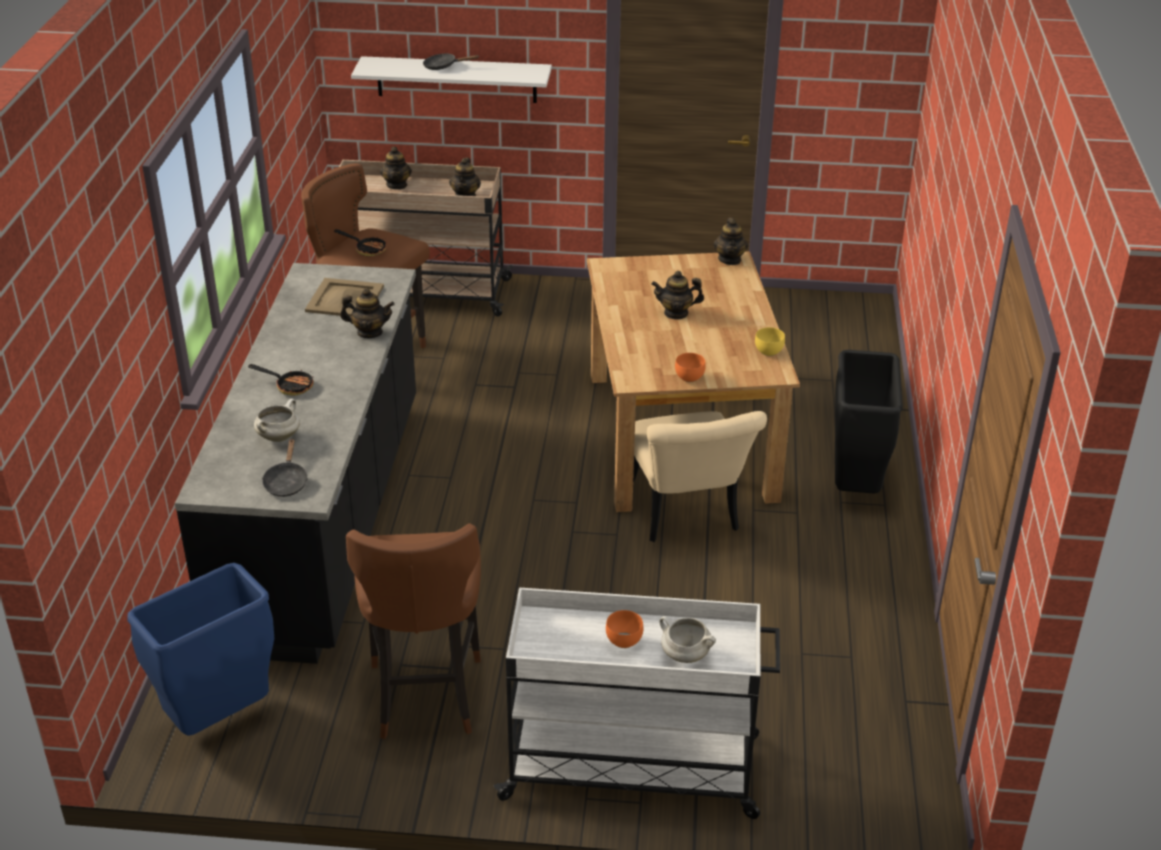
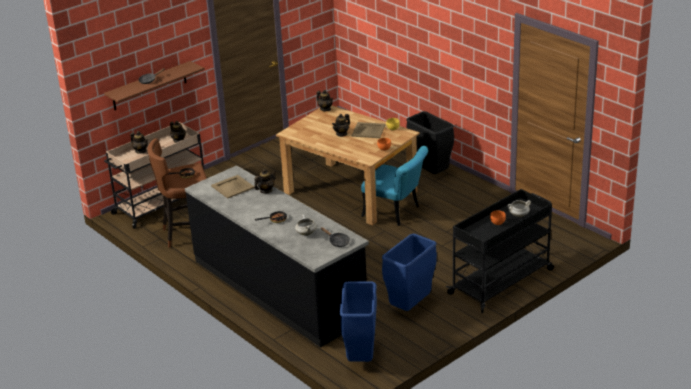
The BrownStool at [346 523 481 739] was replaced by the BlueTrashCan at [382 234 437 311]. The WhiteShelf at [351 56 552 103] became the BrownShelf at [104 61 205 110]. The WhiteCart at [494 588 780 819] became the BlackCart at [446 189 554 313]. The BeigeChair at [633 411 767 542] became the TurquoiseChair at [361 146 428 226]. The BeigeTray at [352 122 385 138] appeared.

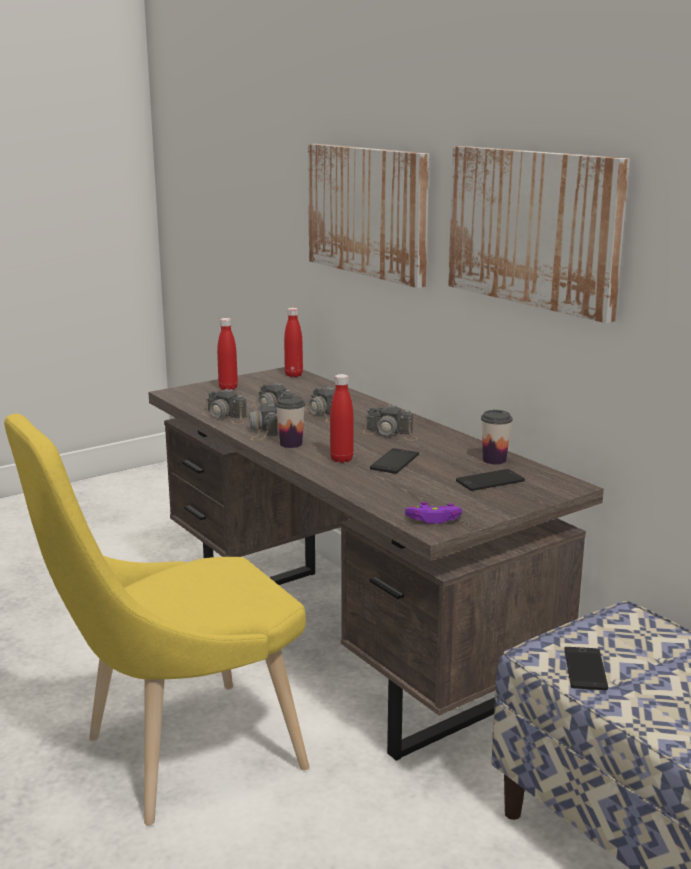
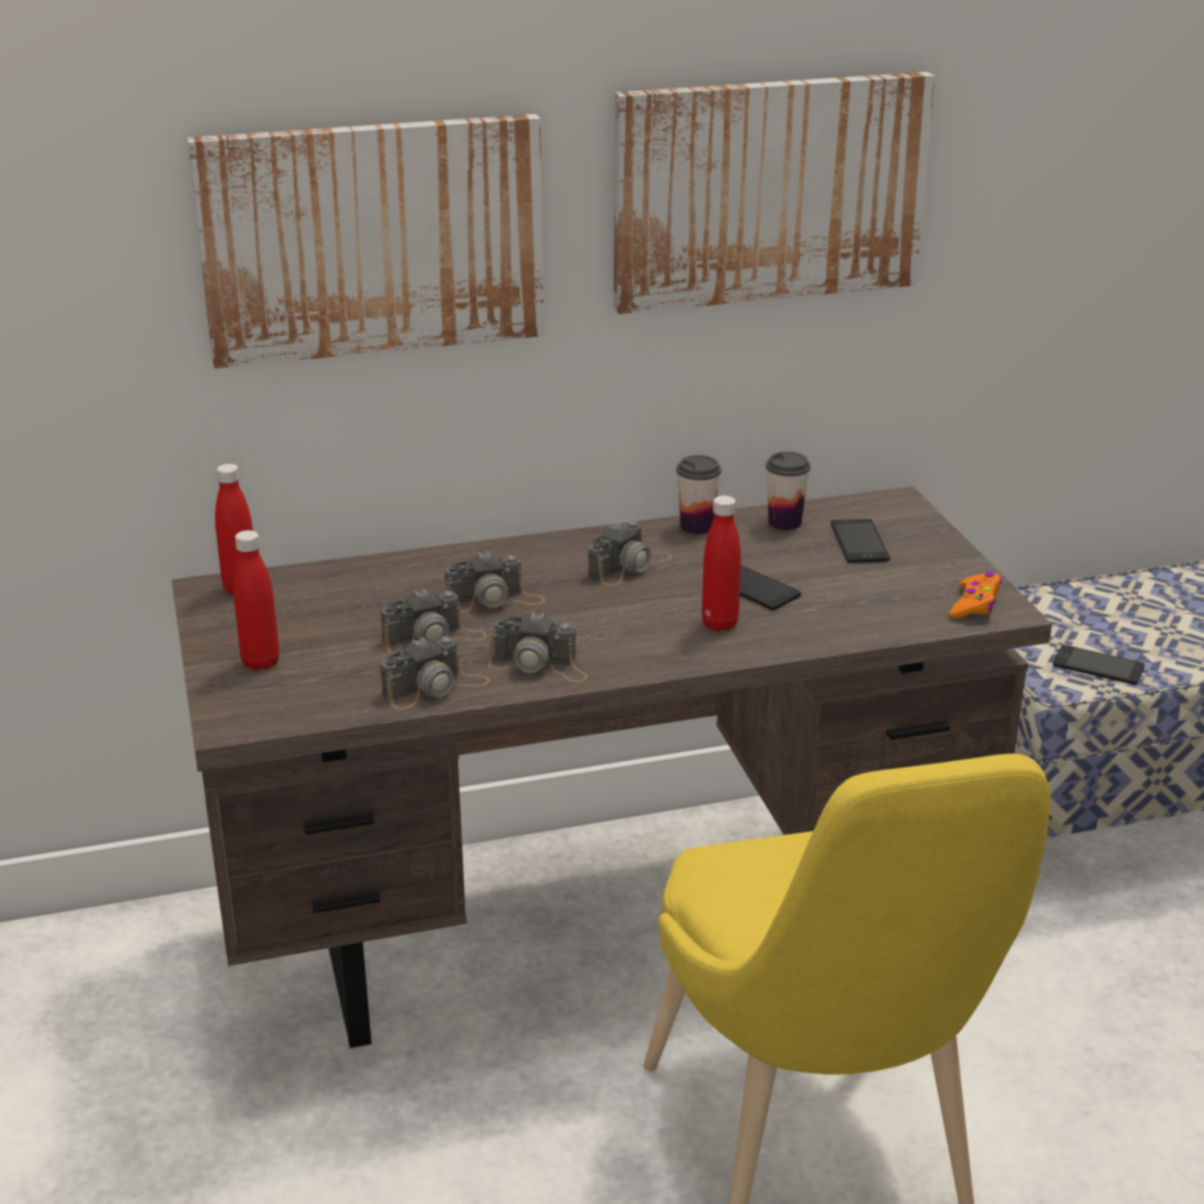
The Cup moved from [275 396 305 448] to [676 455 721 534]. The PurpleGameController at [405 502 462 524] became the OrangeGameController at [949 572 1002 619].

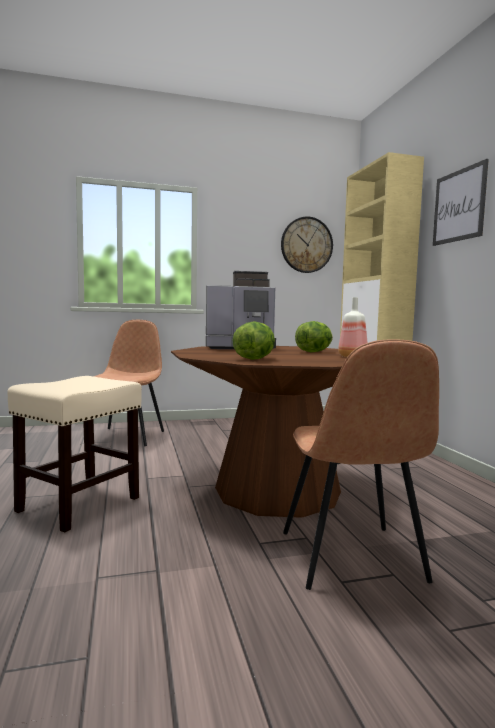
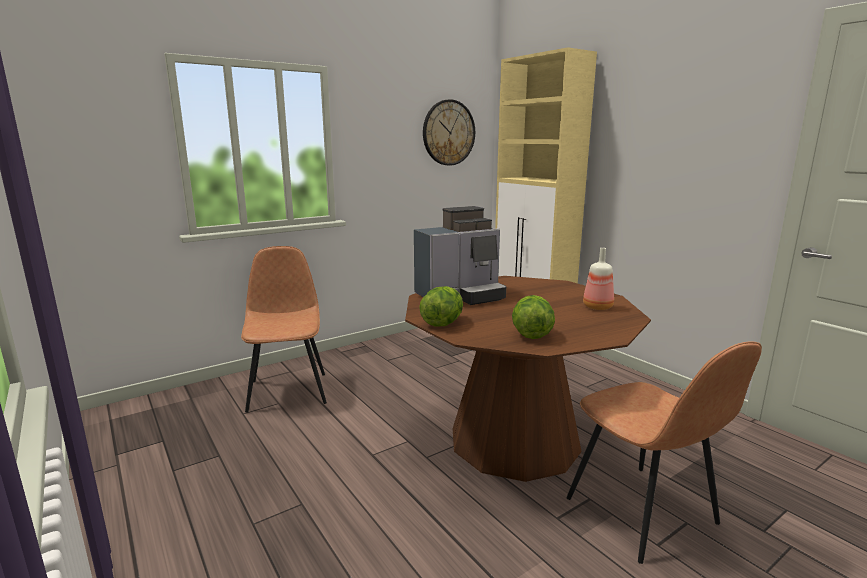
The BeigeStool at [7 376 142 533] disappeared. The Lettuce moved from [295 321 333 352] to [419 286 463 327]. The Picture at [433 159 489 246] disappeared.

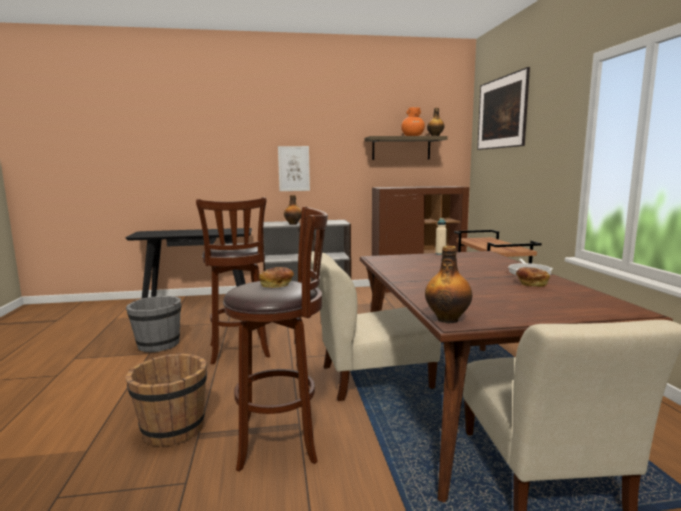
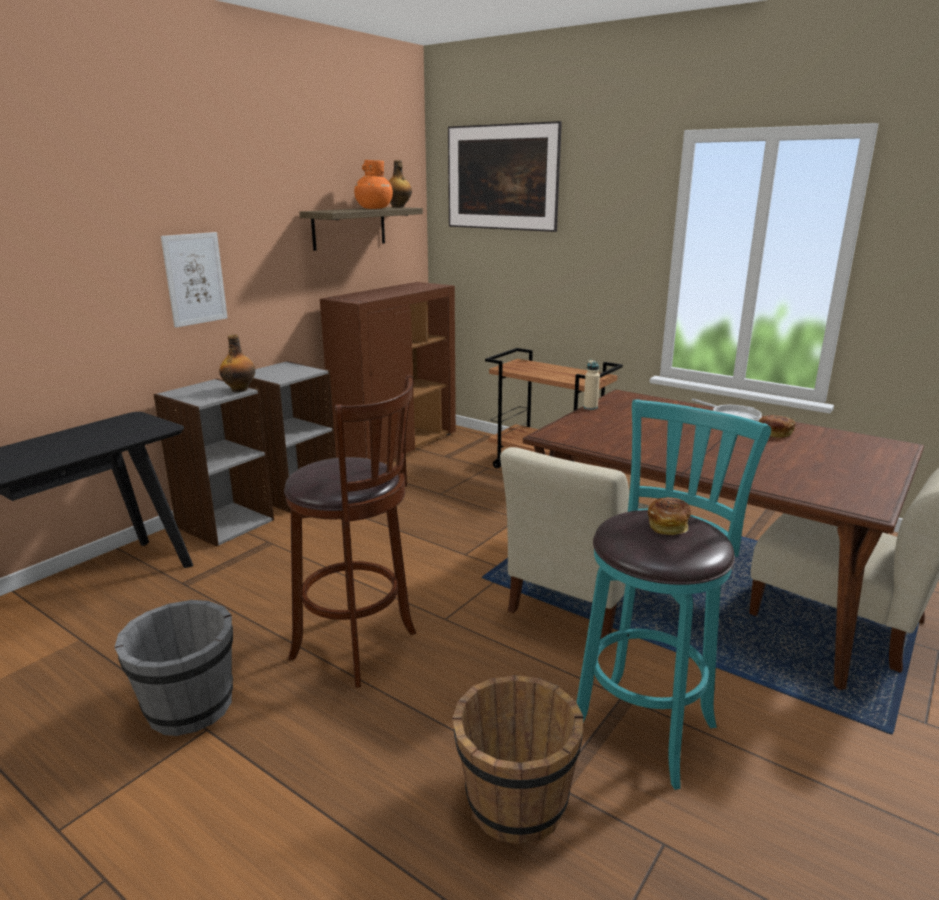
The BrownStool at [223 207 328 472] became the TurquoiseStool at [576 399 771 790]. The Bottle at [425 246 472 323] disappeared.

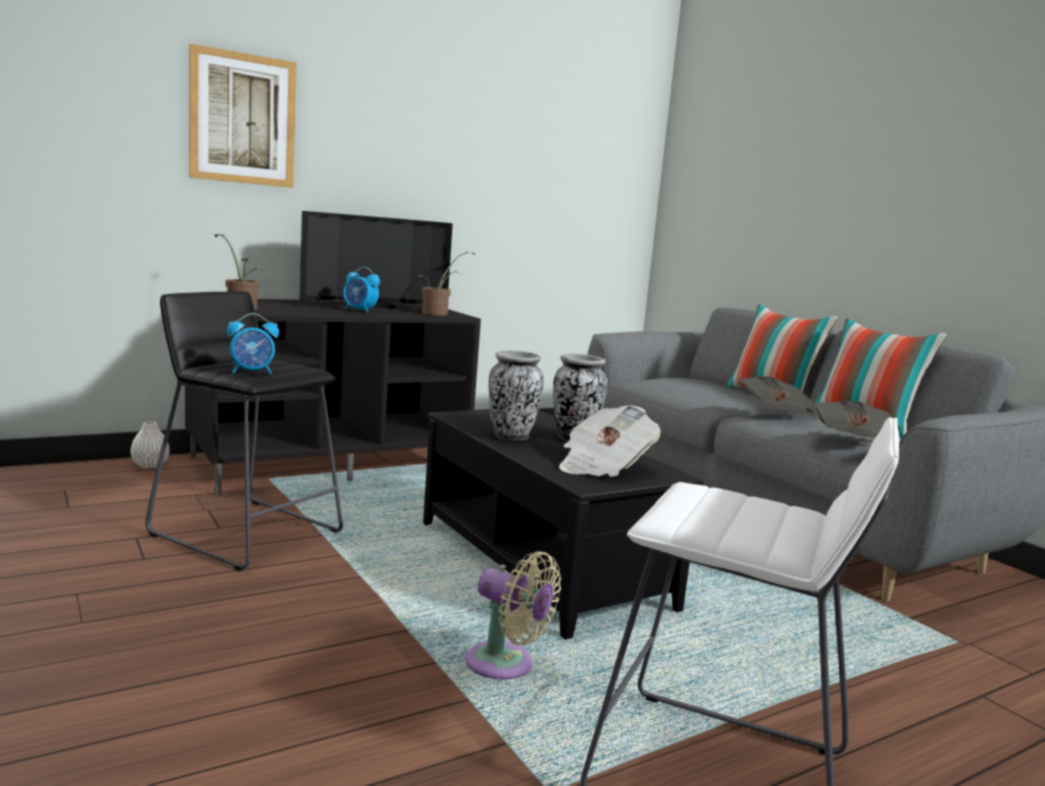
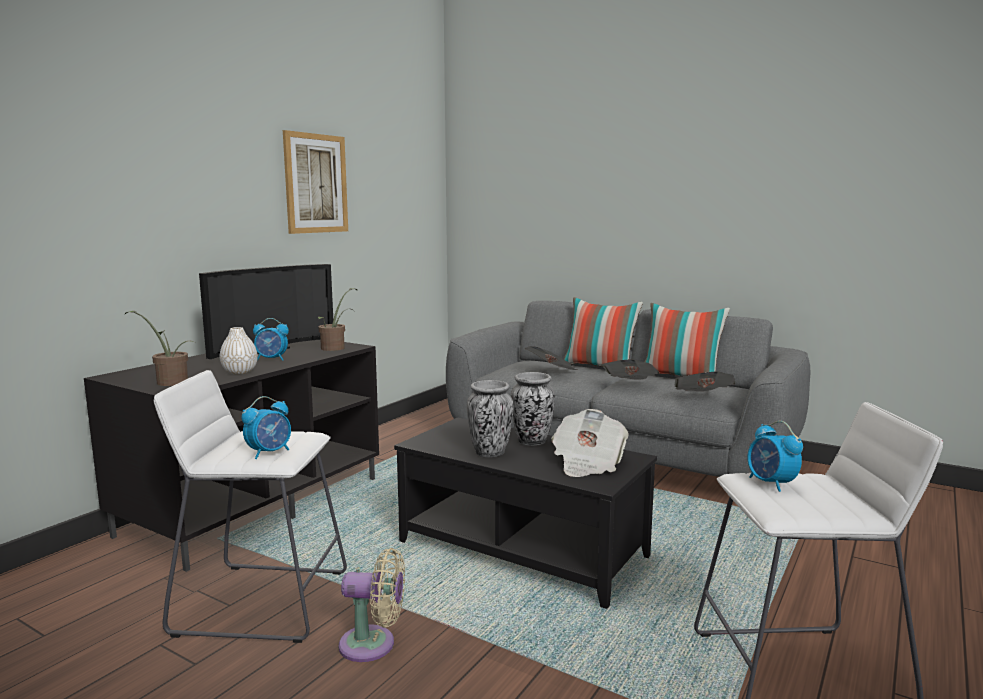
The WhiteVase moved from [131 422 170 469] to [219 327 258 374]. The BlackStool at [146 291 343 571] became the WhiteStool at [154 370 347 643]. The Picture moved from [189 44 297 188] to [283 130 348 234]. The BeigeFan moved from [465 551 561 680] to [339 548 405 662]. The Newspaper at [524 346 577 370] appeared. The AlarmClock at [747 421 803 492] appeared.

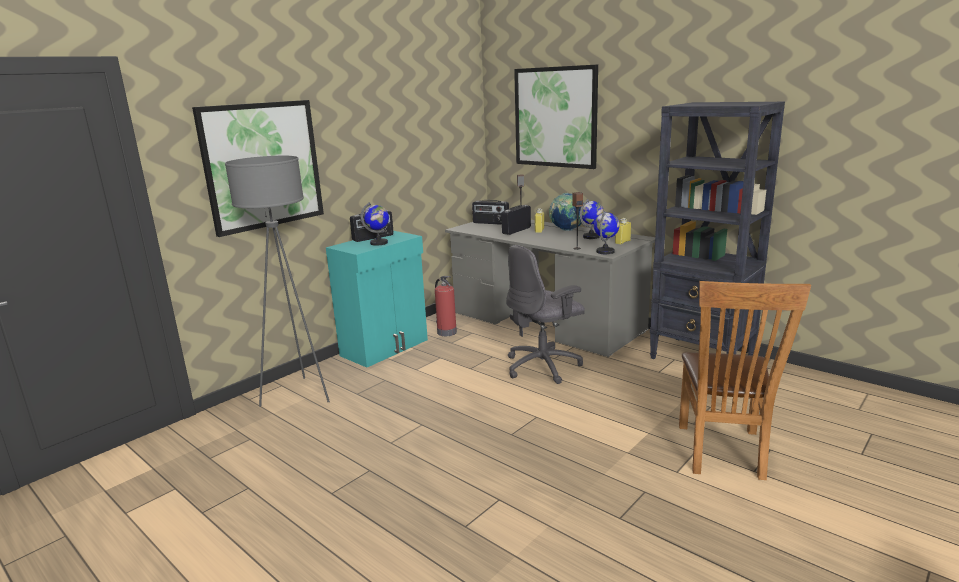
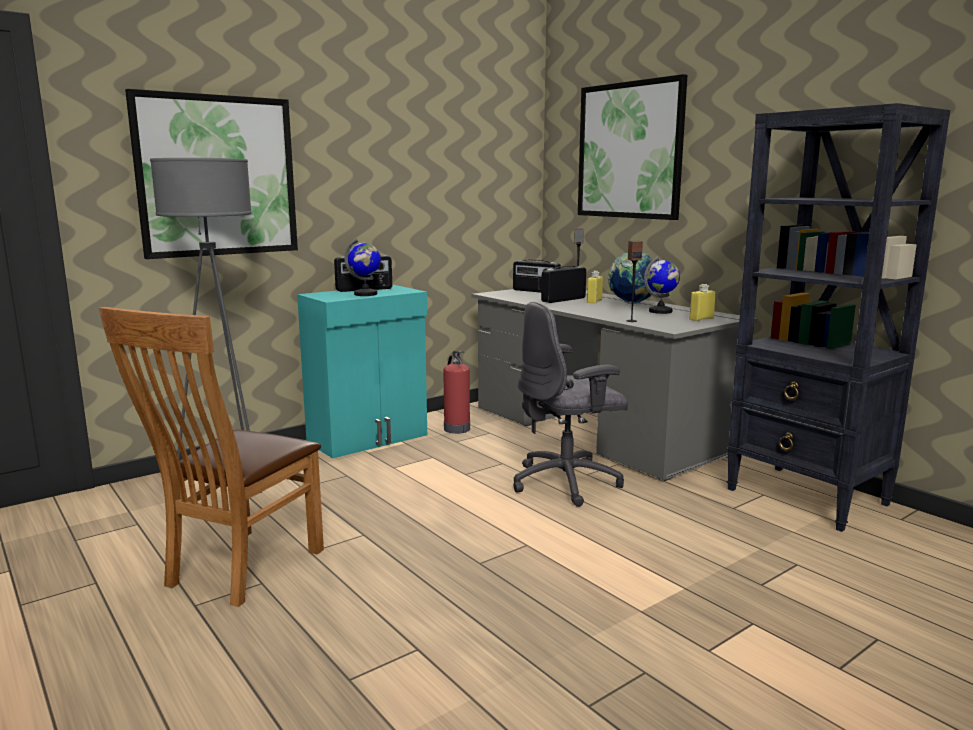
The Globe at [594 211 620 254] disappeared. The BrownChair moved from [679 281 811 480] to [99 307 324 607].

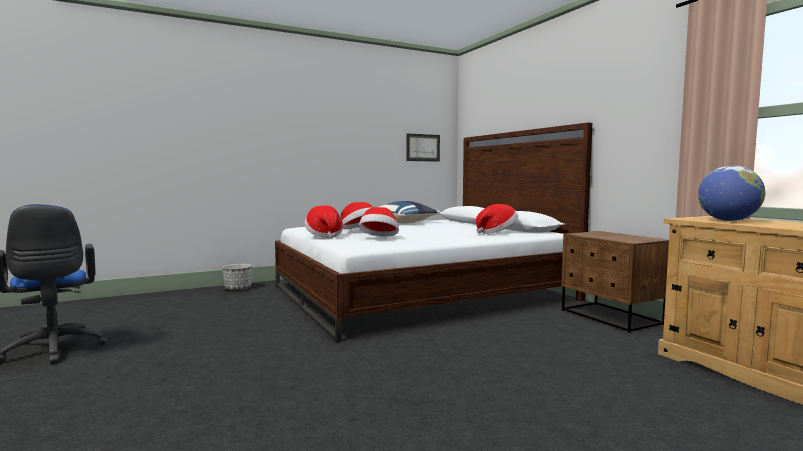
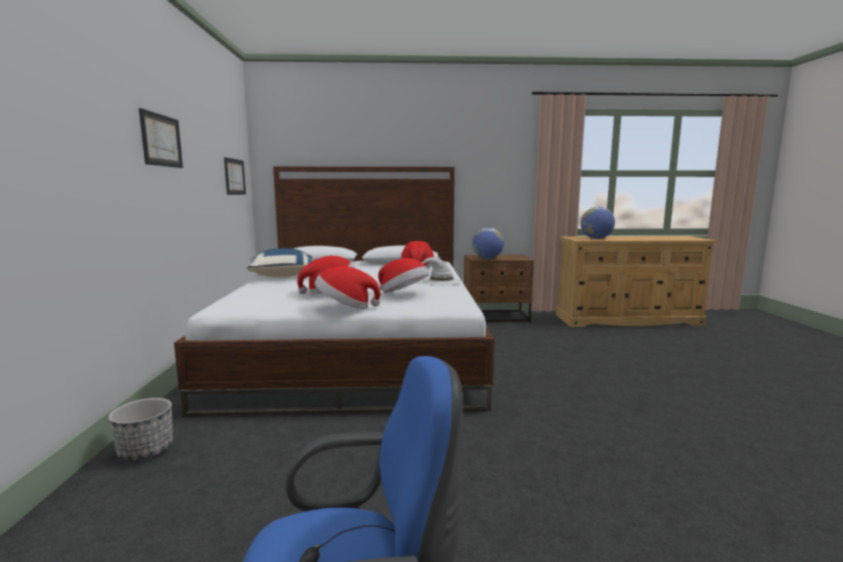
The Picture at [139 108 183 168] appeared. The WhiteHat at [422 257 462 285] appeared. The Globe at [473 228 504 259] appeared.

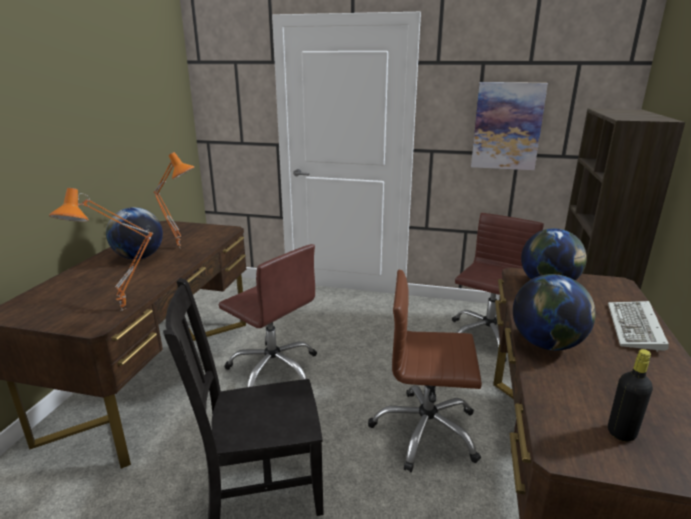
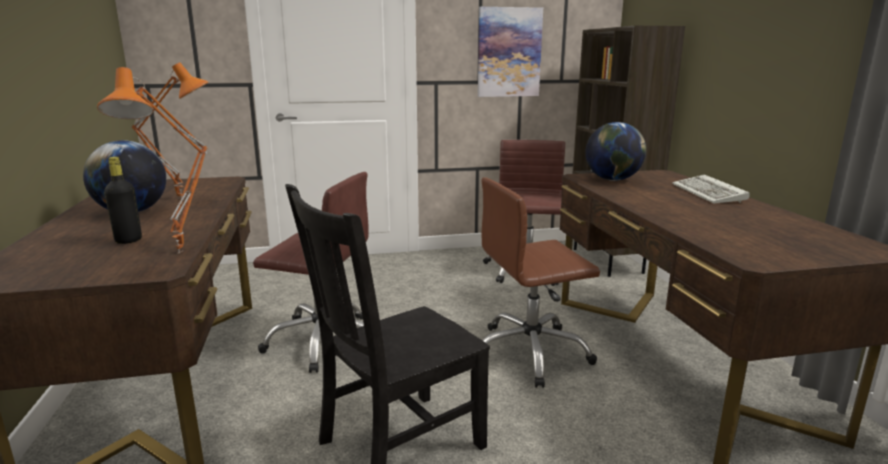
The Globe at [513 274 596 351] disappeared. The BlackBottle moved from [608 349 653 442] to [104 157 142 244].

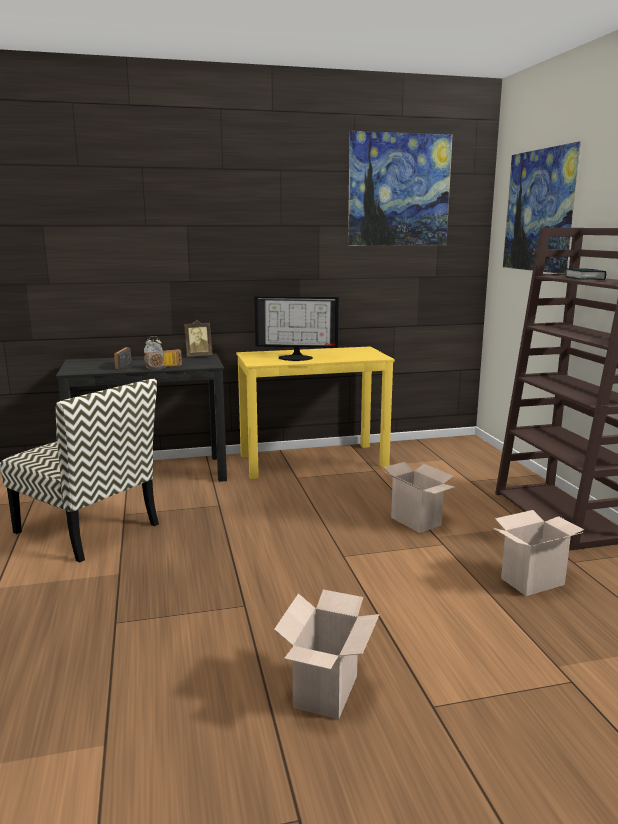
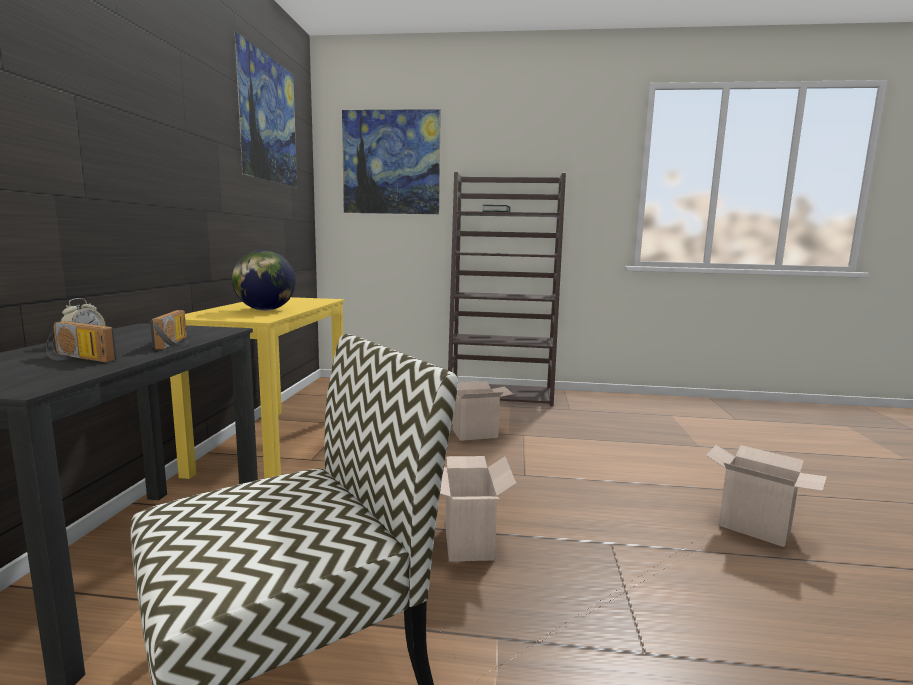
The PictureFrame at [184 320 213 357] disappeared. The Monitor at [254 296 339 361] was replaced by the Globe at [232 250 296 311]. The CardboardBox moved from [493 510 584 596] to [440 456 517 562].

